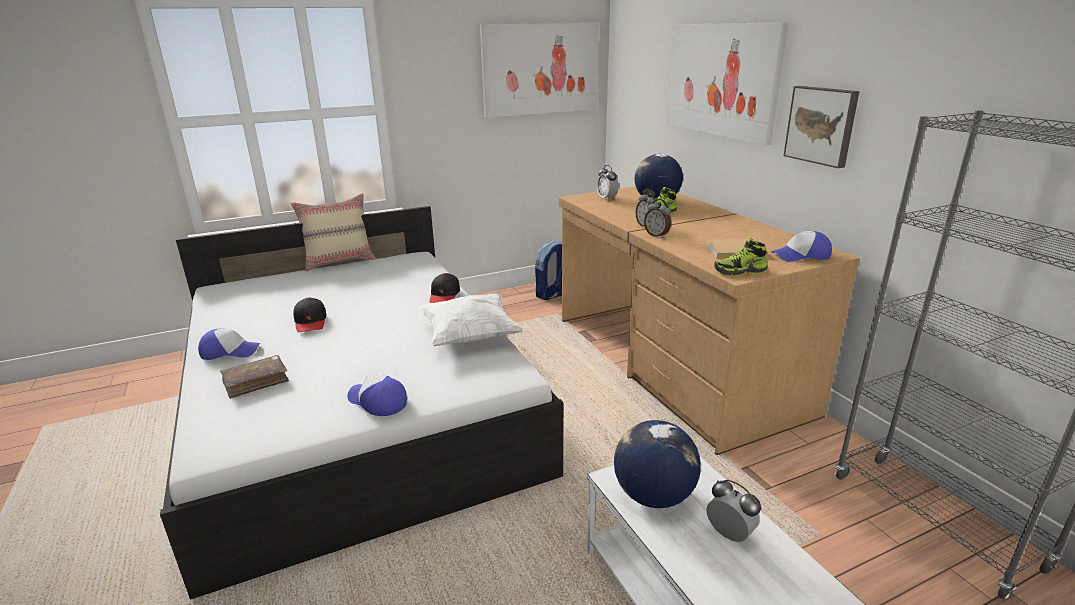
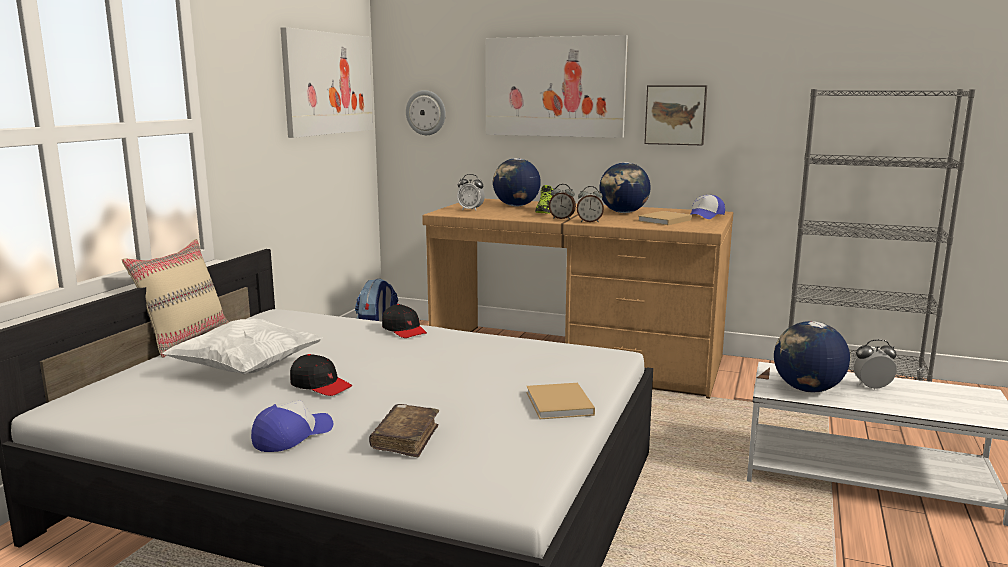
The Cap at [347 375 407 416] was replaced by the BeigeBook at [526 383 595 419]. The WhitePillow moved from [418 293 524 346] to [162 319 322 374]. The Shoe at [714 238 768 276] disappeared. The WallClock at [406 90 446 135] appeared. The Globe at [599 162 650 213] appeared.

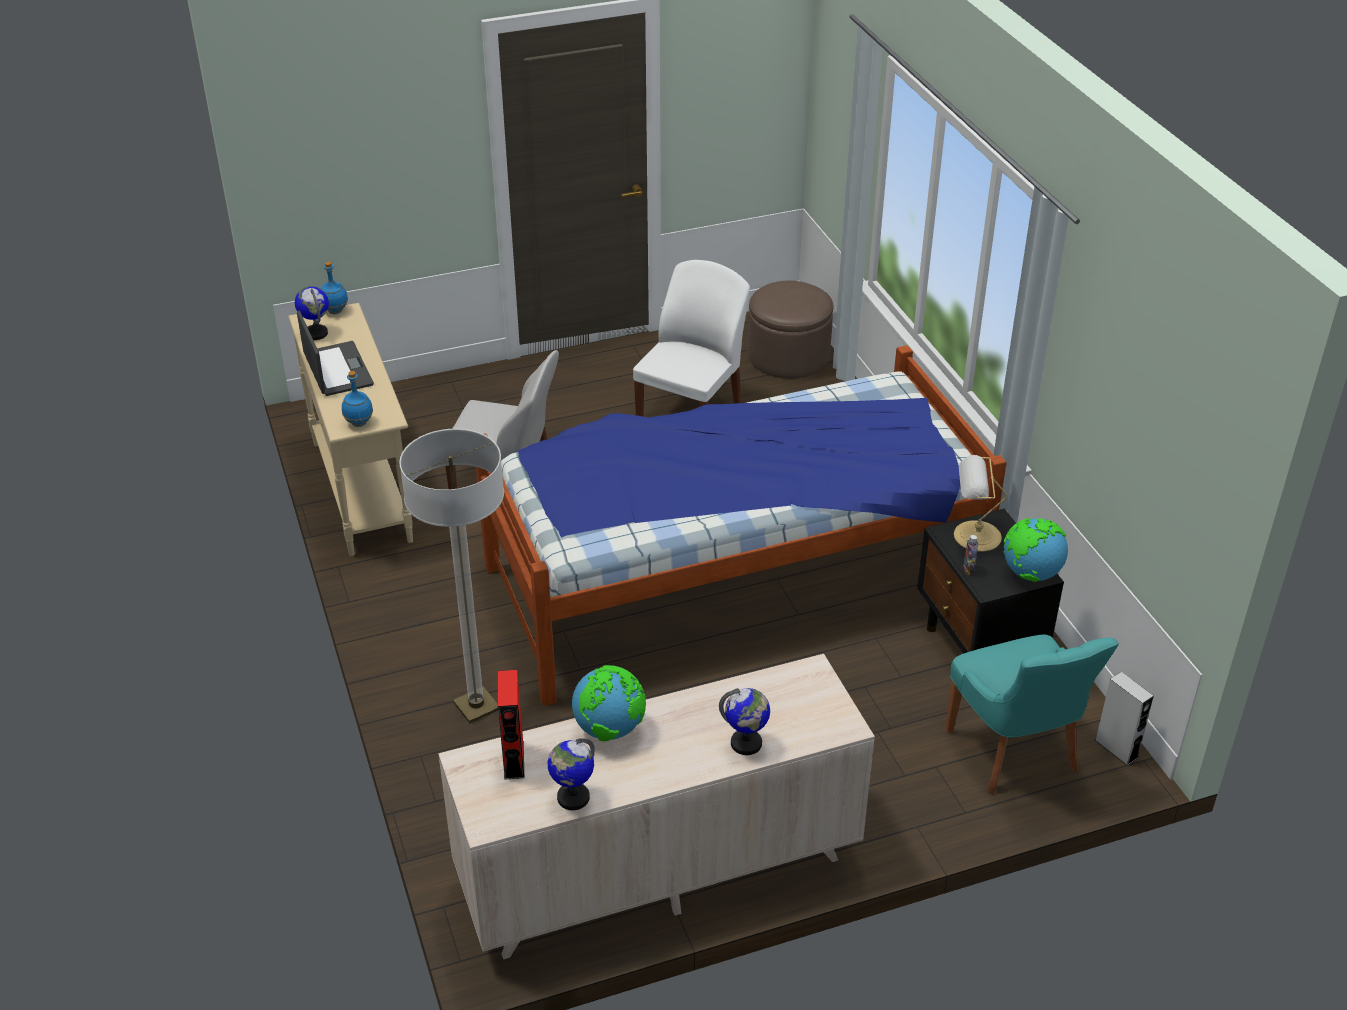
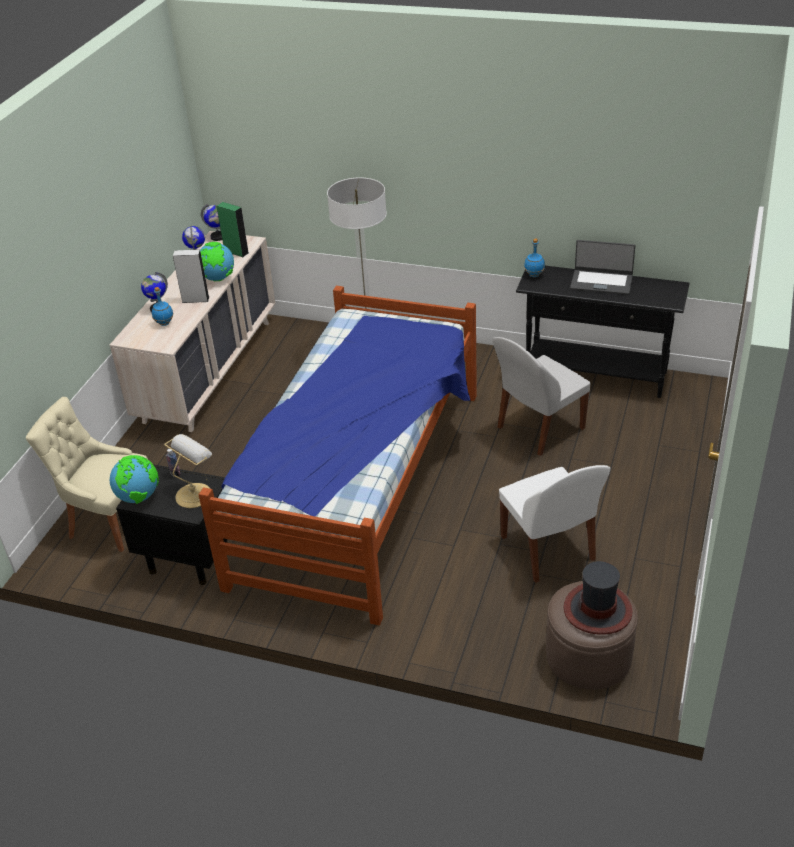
The BeigeConsoleTable at [288 303 413 556] became the BlackConsoleTable at [516 266 690 398]. The Globe moved from [295 286 329 340] to [201 203 222 241]. The BlueBottle moved from [321 262 348 314] to [152 287 173 326]. The RedSpeaker at [498 670 524 780] became the GreenSpeaker at [217 202 249 257]. The TurquoiseChair at [945 635 1119 795] became the BeigeChair at [26 397 148 552]. The GreySpeaker moved from [1095 672 1154 766] to [173 249 210 303]. The Hat at [564 561 633 635] appeared.

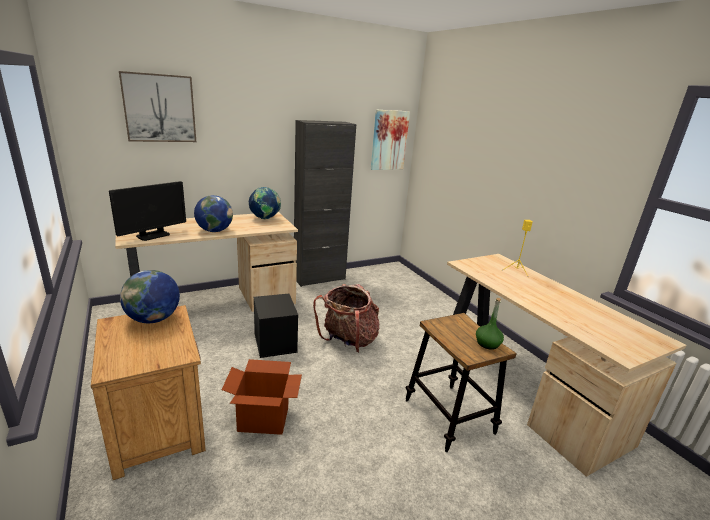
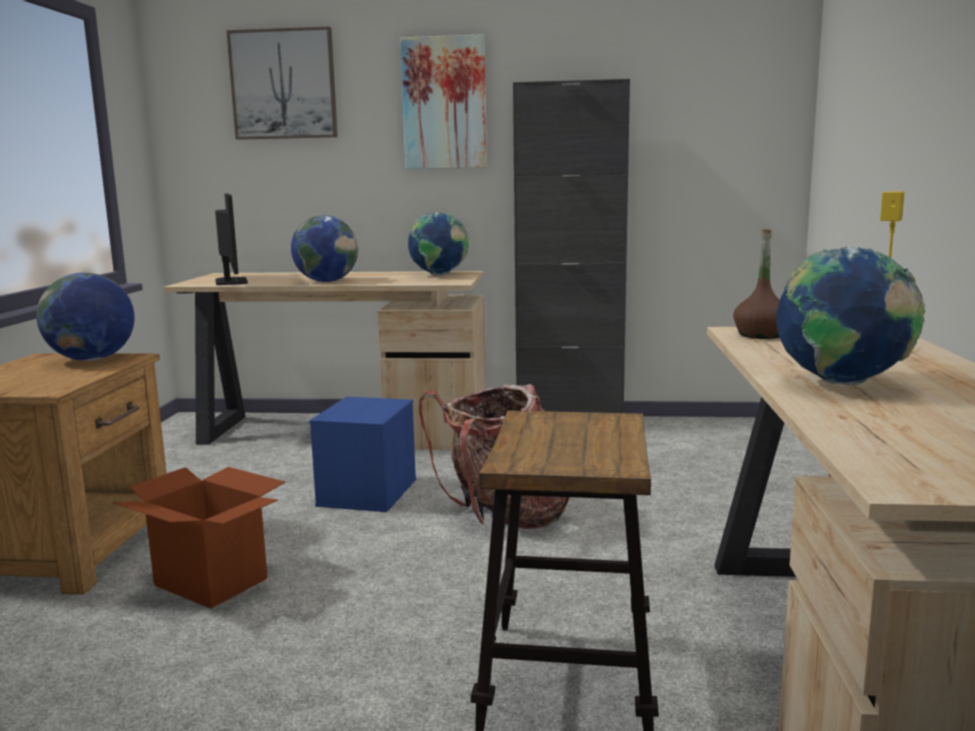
The Monitor at [109 181 186 241] turned 90 degrees counterclockwise. The BlackStorageBox at [253 294 298 358] became the BlueStorageBox at [310 397 416 512]. The Picture moved from [371 109 410 170] to [400 34 487 169]. The GreenBottle at [476 298 504 350] disappeared. The BrownBottle at [733 229 780 339] appeared. The Globe at [776 247 925 385] appeared.

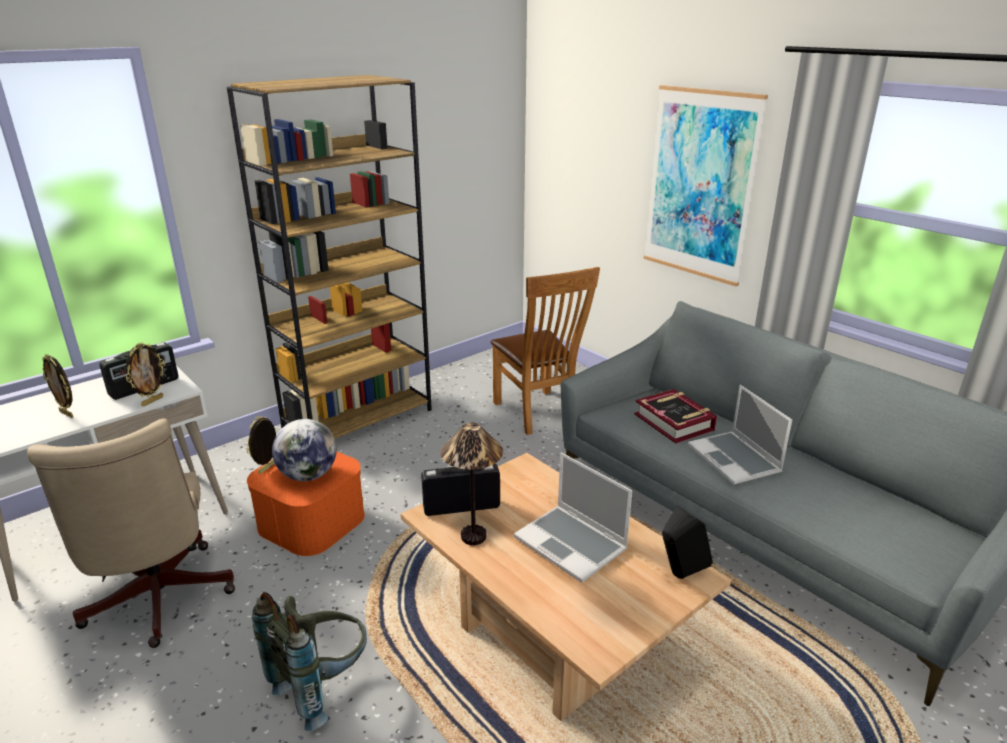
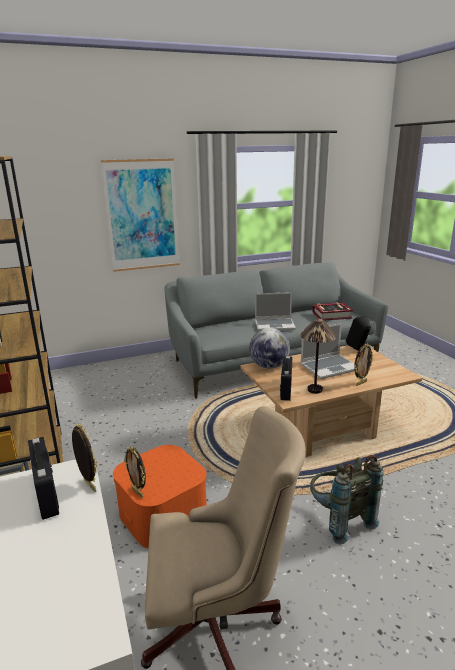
The PictureFrame moved from [42 354 73 418] to [354 344 373 386]. The Globe moved from [272 419 337 481] to [249 328 290 369]. The BrownChair at [490 267 600 435] disappeared. The Book moved from [634 389 717 444] to [312 302 353 321].

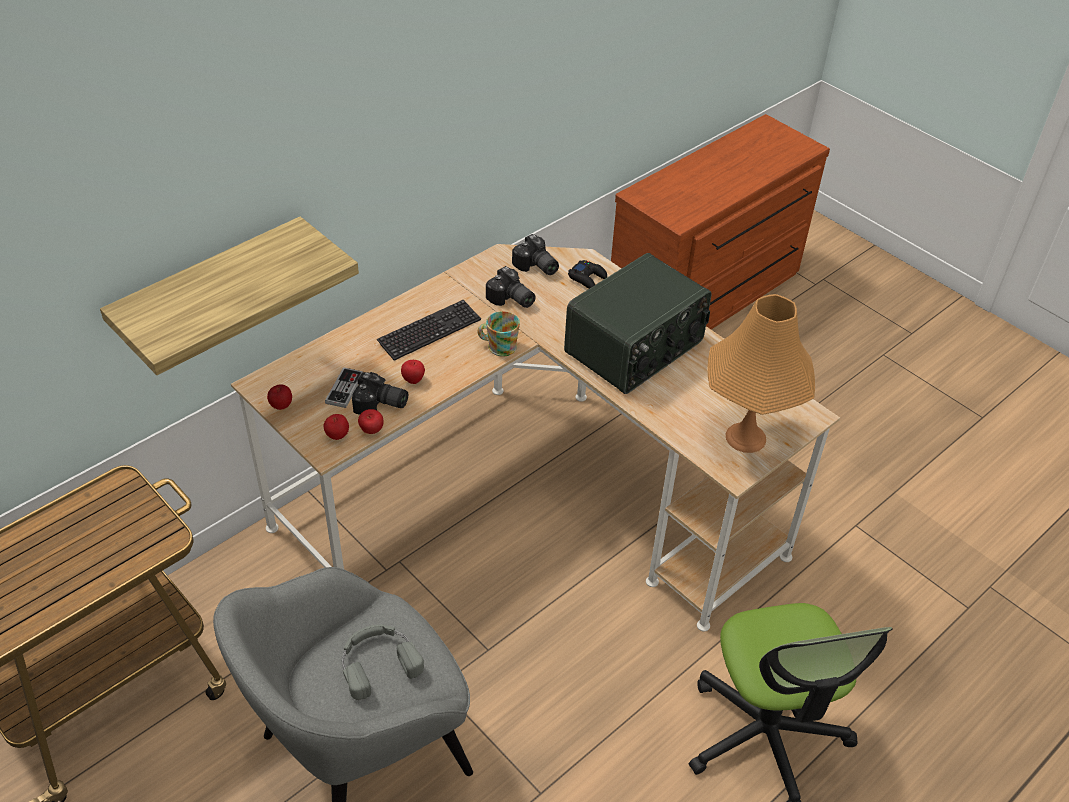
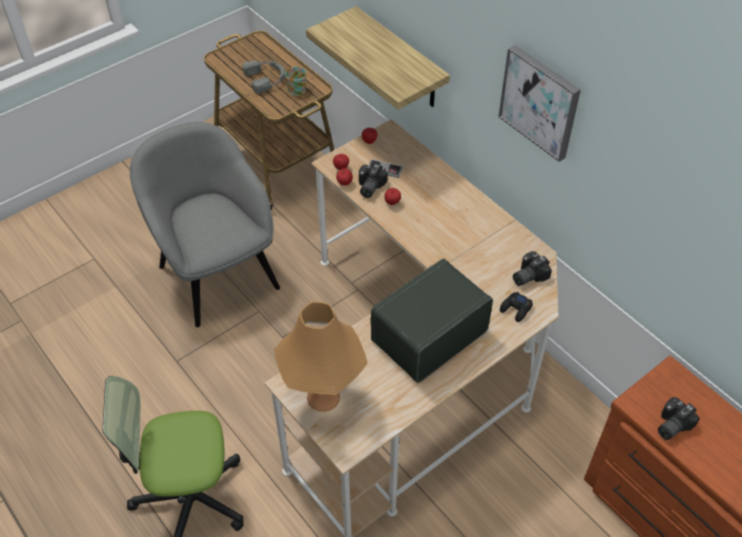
The GreyHeadphones moved from [342 625 424 700] to [243 61 285 94]. The Keyboard at [377 300 481 361] disappeared. The Mug moved from [477 311 520 356] to [285 67 307 96]. The PhotoCamera moved from [486 266 536 308] to [658 397 700 440]. The Radio at [564 253 712 394] turned 90 degrees clockwise. The Picture at [498 45 581 162] appeared.

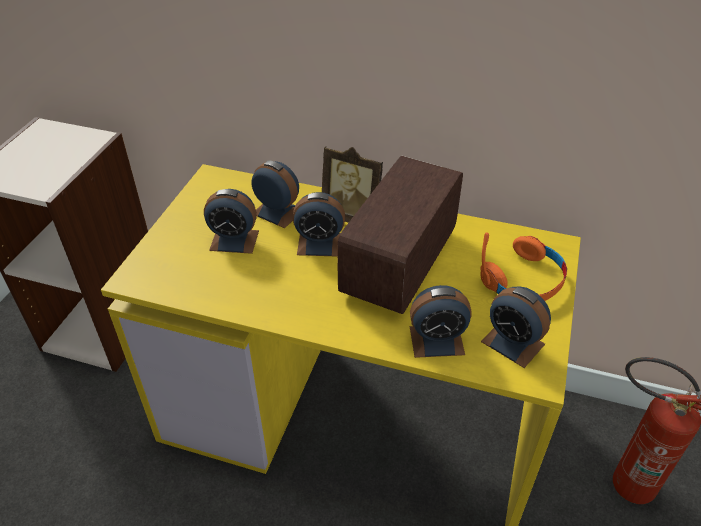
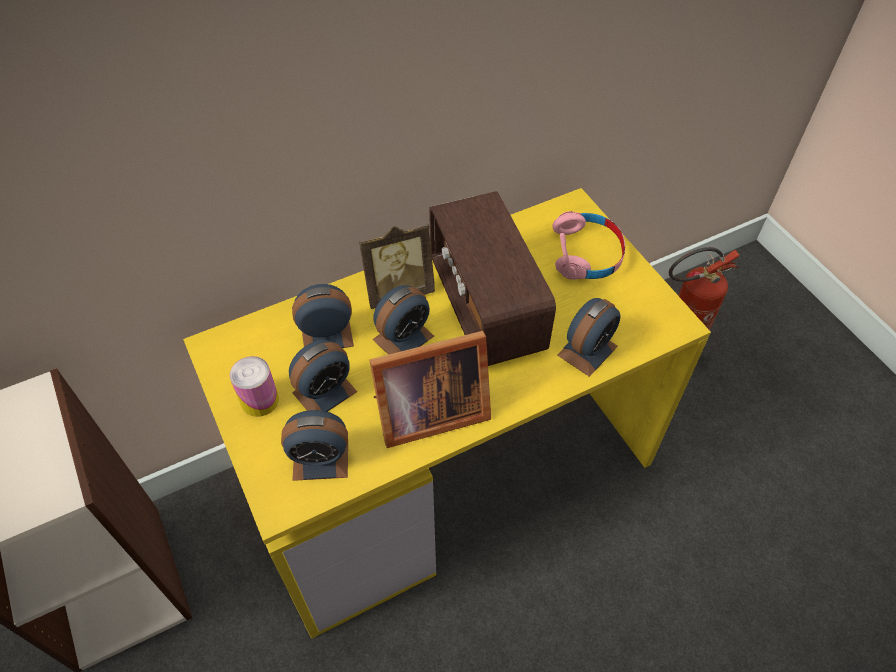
The OrangeHeadphones at [480 232 567 301] became the PinkHeadphones at [552 211 625 280]. The AlarmClock moved from [481 287 551 368] to [281 410 348 481]. The Can at [230 356 279 417] appeared. The PictureFrame at [369 331 491 448] appeared.

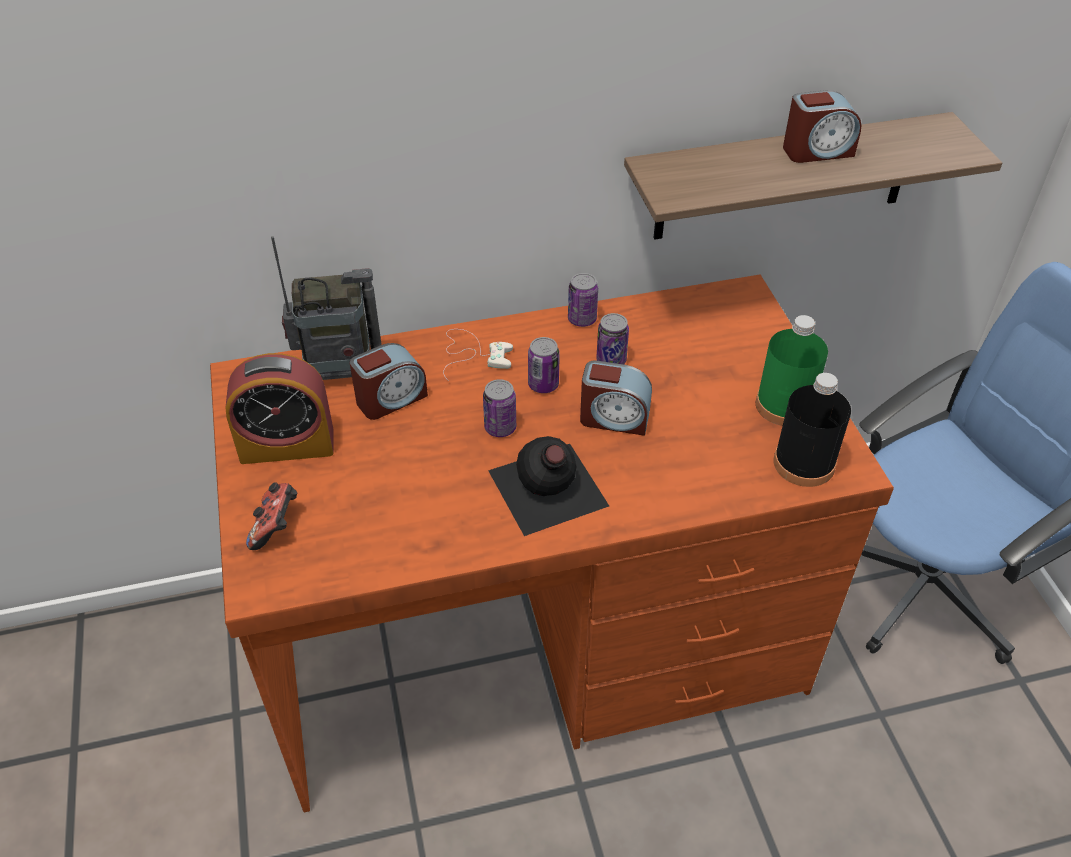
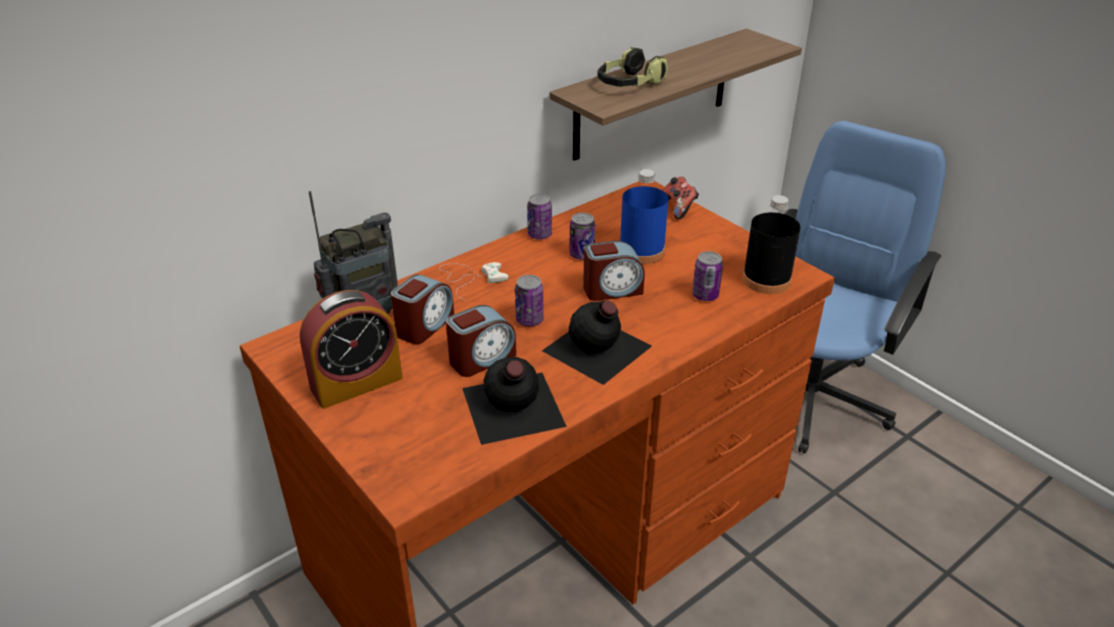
The GameController moved from [246 482 297 550] to [662 177 699 220]. The Can moved from [528 337 560 393] to [692 251 723 301]. The GreenBottle at [756 315 828 426] disappeared. The AlarmClock moved from [783 90 862 163] to [446 305 516 377]. The BlackBottle at [462 357 567 445] appeared. The Headphones at [597 47 669 87] appeared. The BlueBottle at [620 169 668 264] appeared.

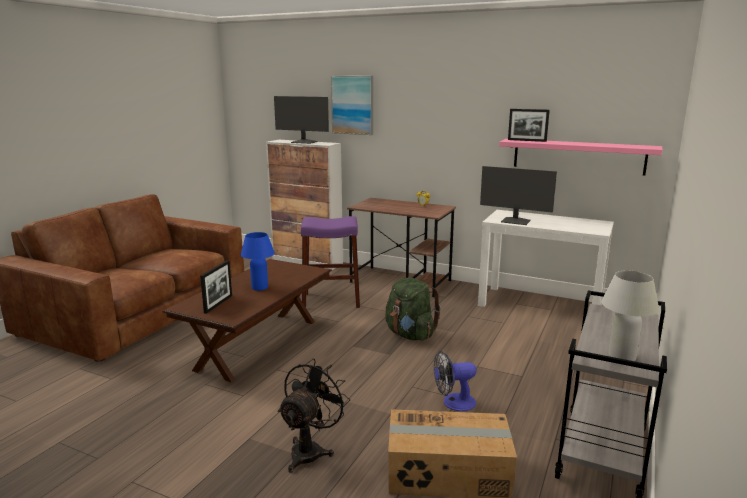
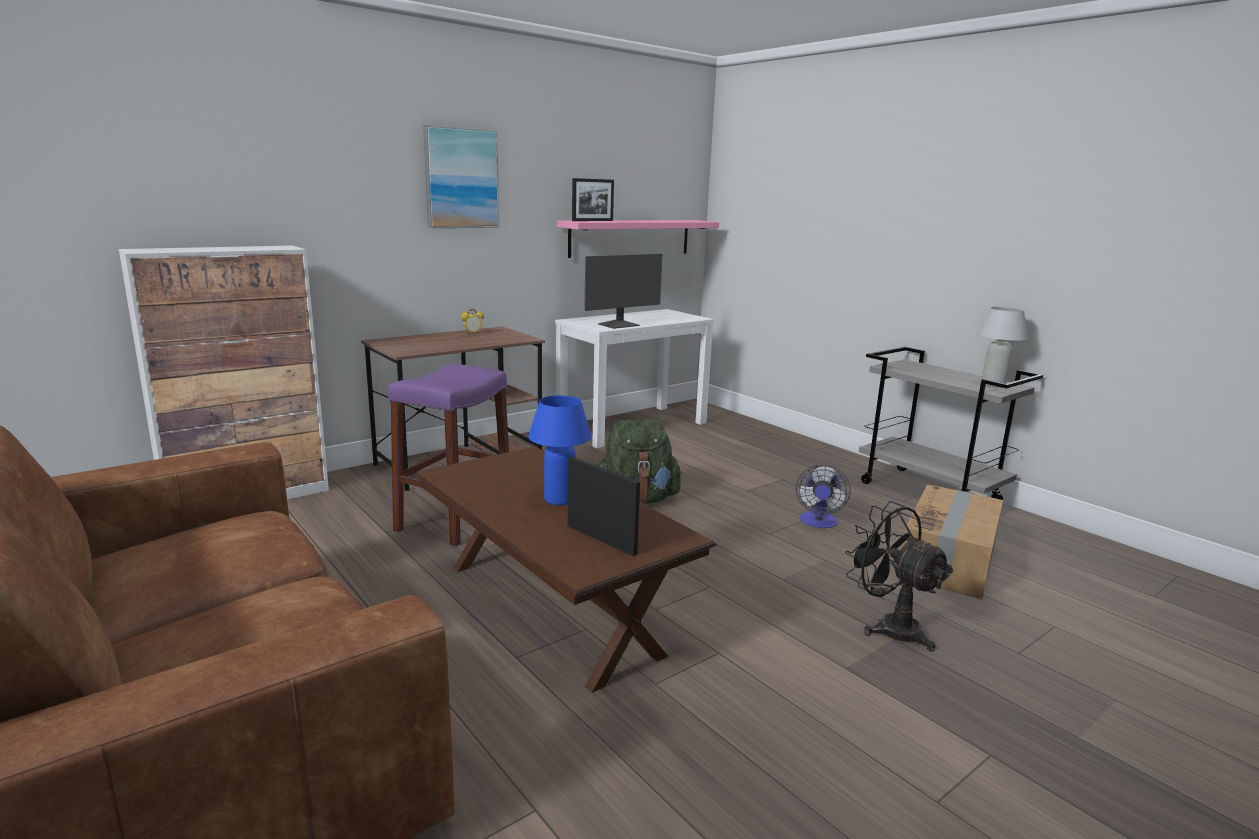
The Monitor at [274 96 329 144] disappeared. The Picture moved from [331 76 373 135] to [423 125 499 228].

